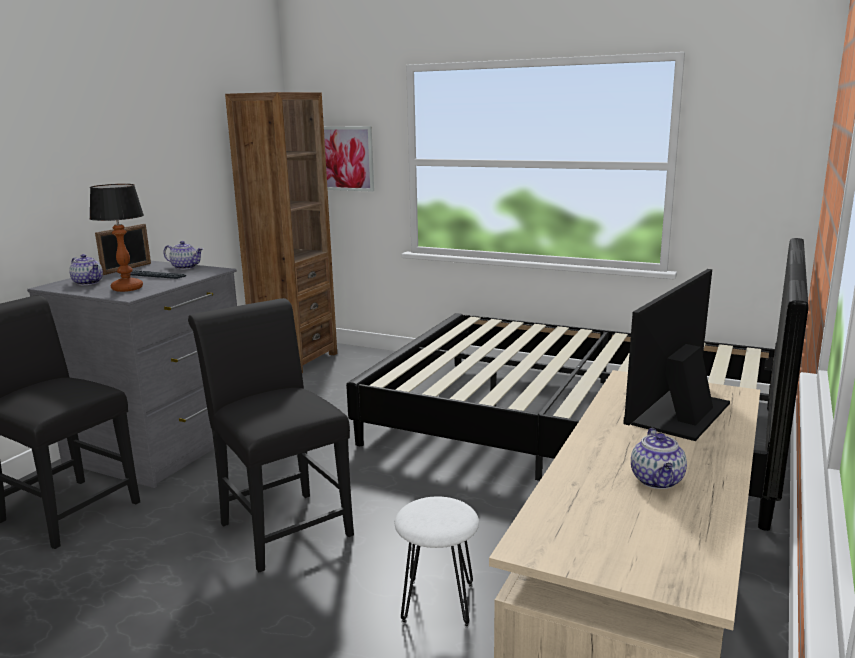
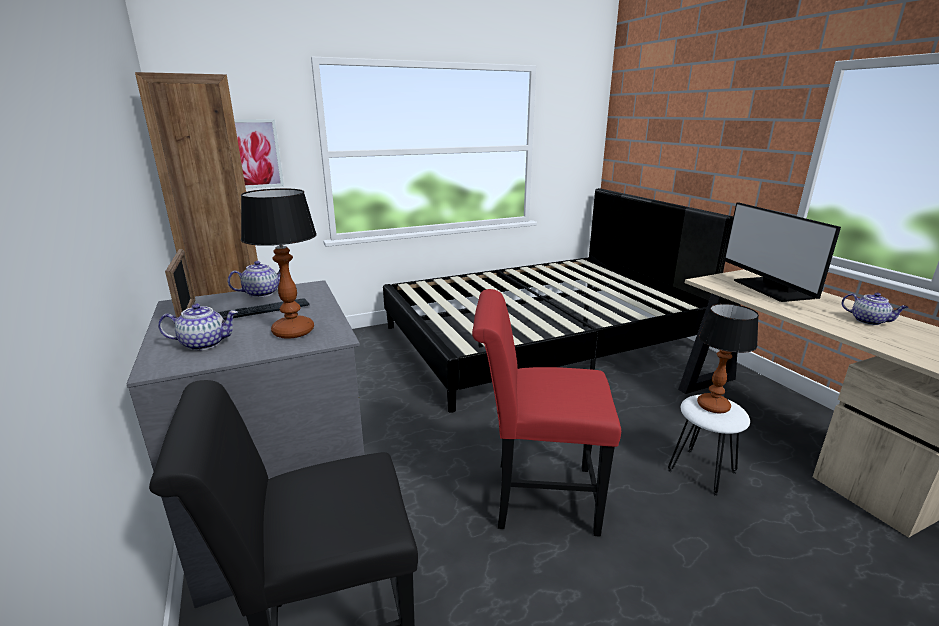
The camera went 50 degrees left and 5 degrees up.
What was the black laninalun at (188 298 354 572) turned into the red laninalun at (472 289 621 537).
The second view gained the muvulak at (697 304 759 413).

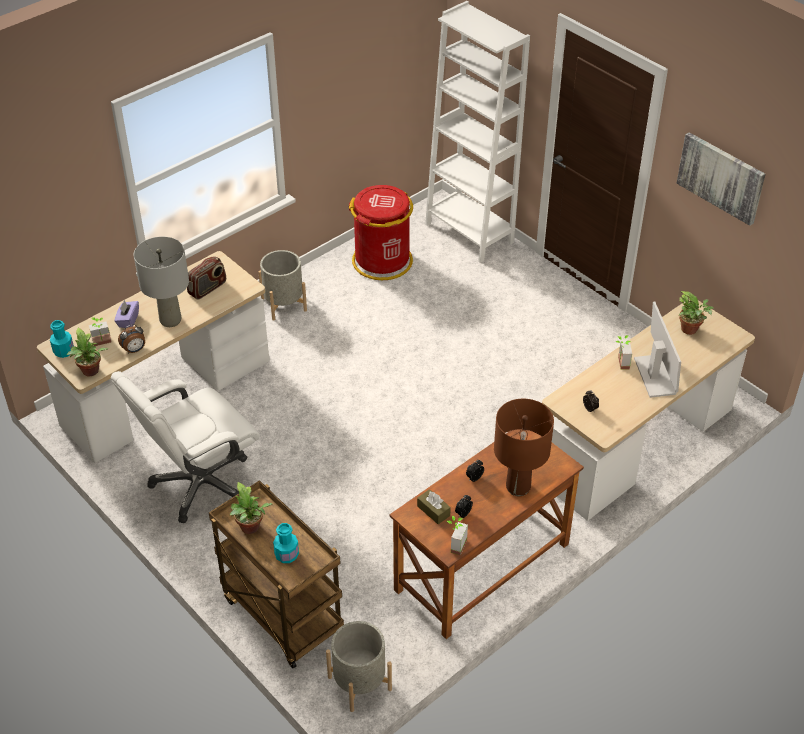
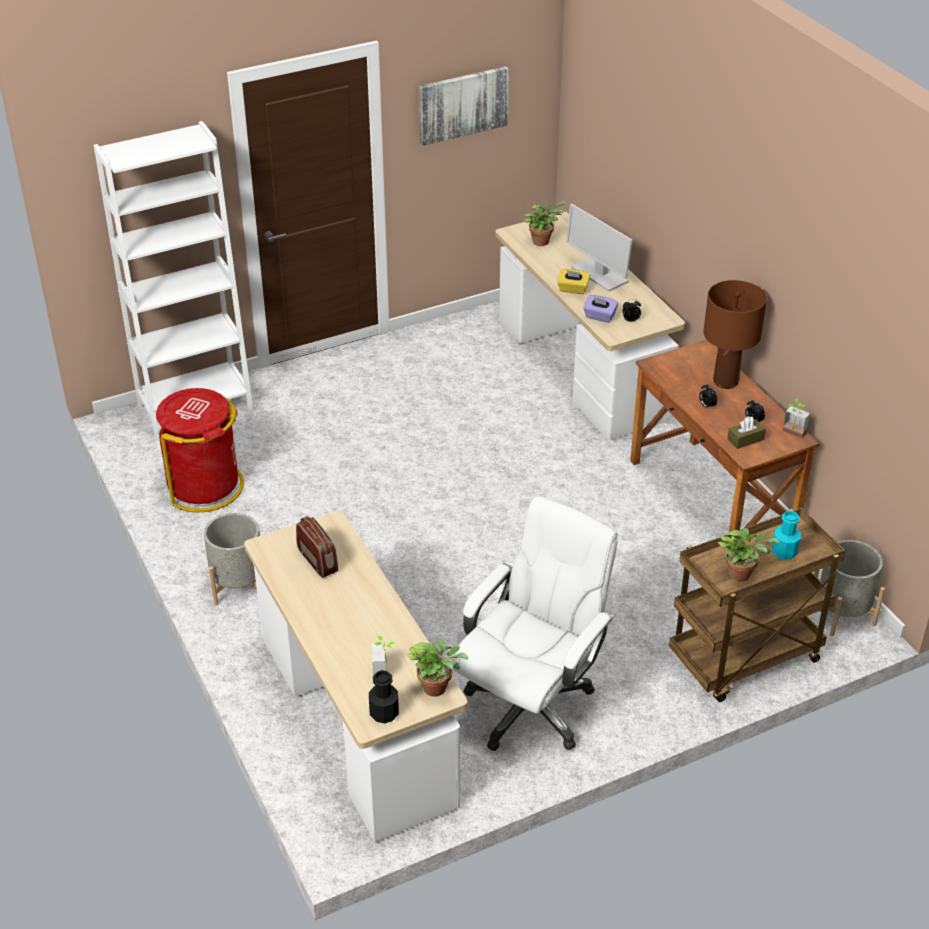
The camera went 75 degrees left and 5 degrees down.
The second view lost the grey muvulak at (134 237 189 327).
The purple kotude ended up elsewhere, having gone from (114 300 139 328) to (583 295 618 323).
The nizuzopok at (634 301 681 398) ended up facing another way, 135 degrees counterclockwise from before.
What was the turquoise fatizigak at (50 320 74 358) turned into the black fatizigak at (369 670 399 723).
The second view lost the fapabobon at (118 324 145 353).
Where the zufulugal stood at (616 335 632 370), the yellow kotude came to stand at (557 269 590 294).
The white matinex at (111 371 260 523) ended up facing another way, 120 degrees counterclockwise from before.

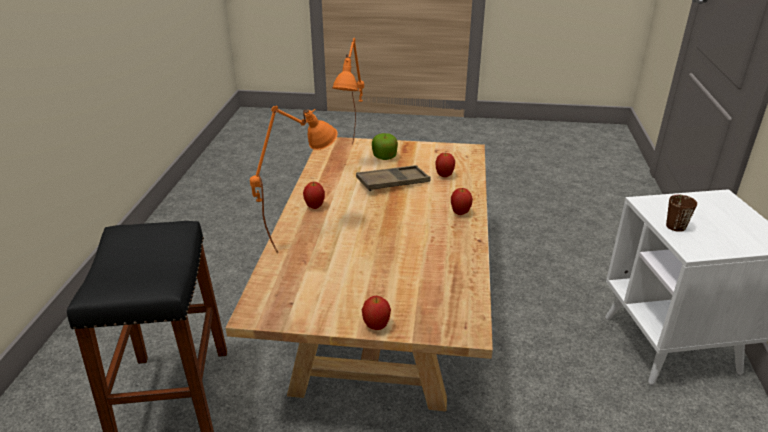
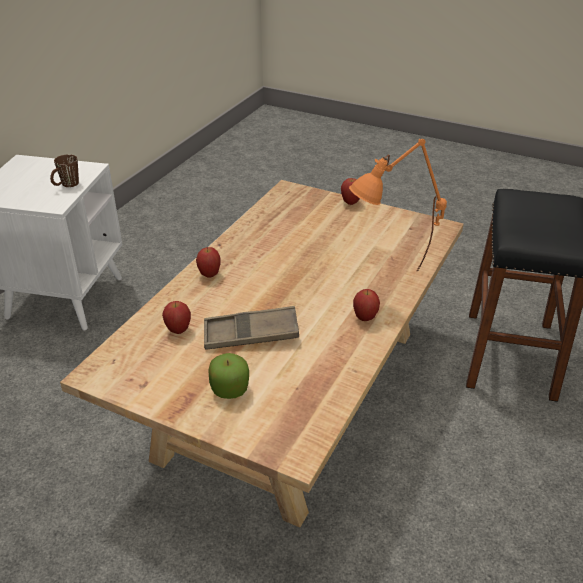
The camera went 160 degrees left and 5 degrees up.
The second view lost the orange muvulak at (332 38 364 144).

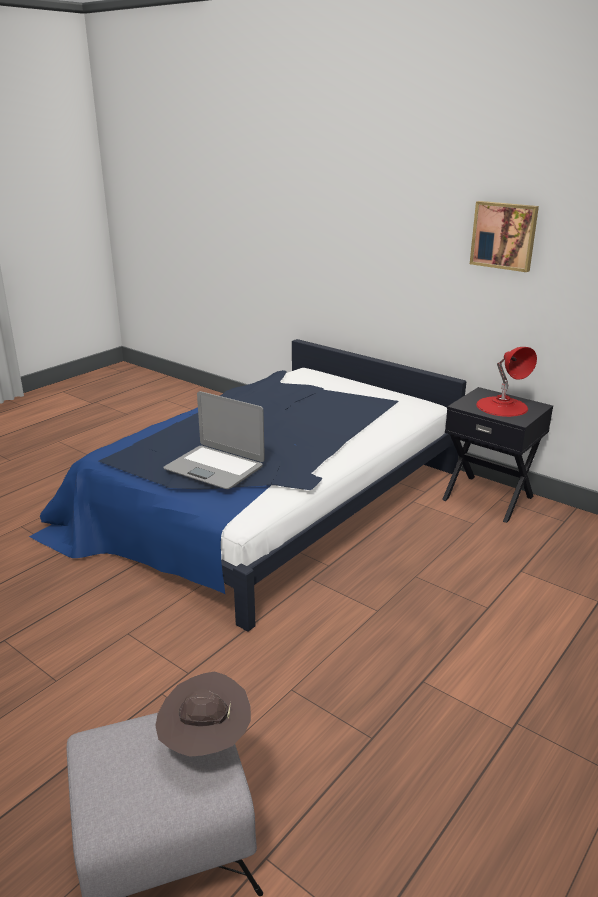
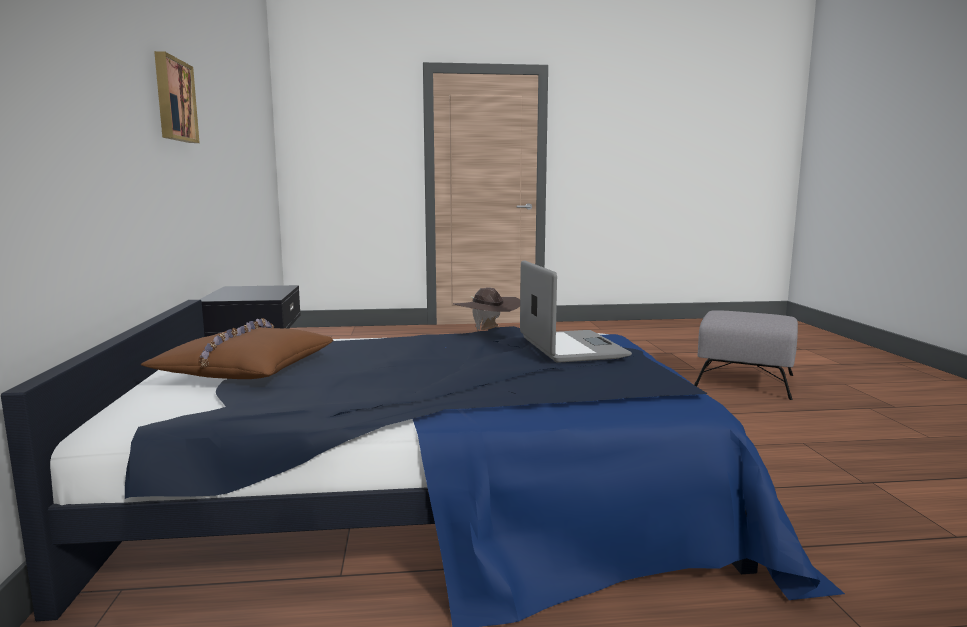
The camera went 135 degrees left and 15 degrees down.
The second view lost the red muvulak at (476 347 537 417).
The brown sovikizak ended up elsewhere, having gone from (155 671 251 757) to (453 287 520 330).
The second view gained the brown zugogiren at (141 318 334 379).

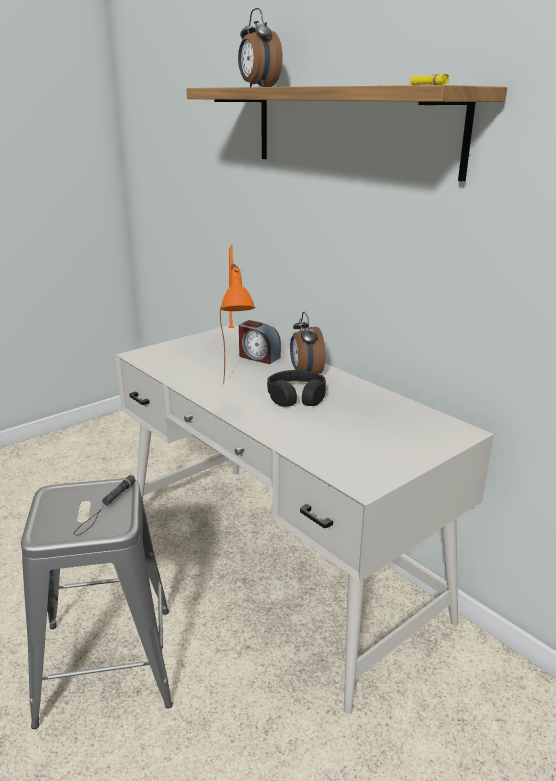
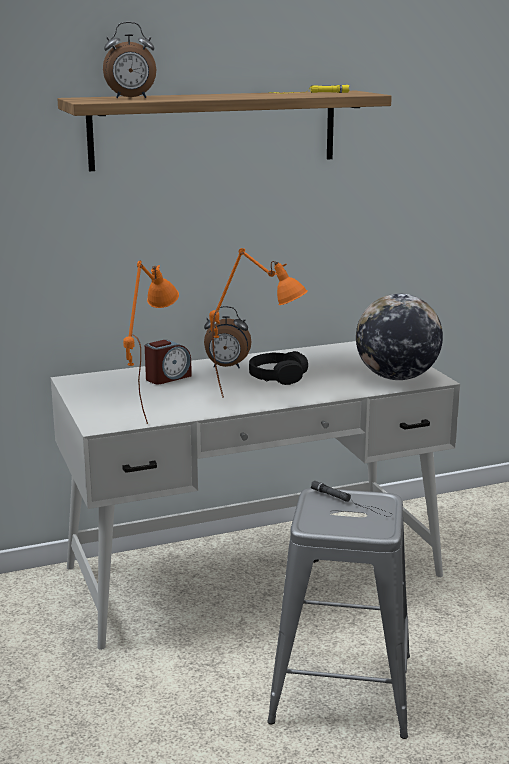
The camera went 70 degrees left and 5 degrees down.
The second view gained the orange muvulak at (123 260 179 424).
The second view gained the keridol at (356 293 443 380).

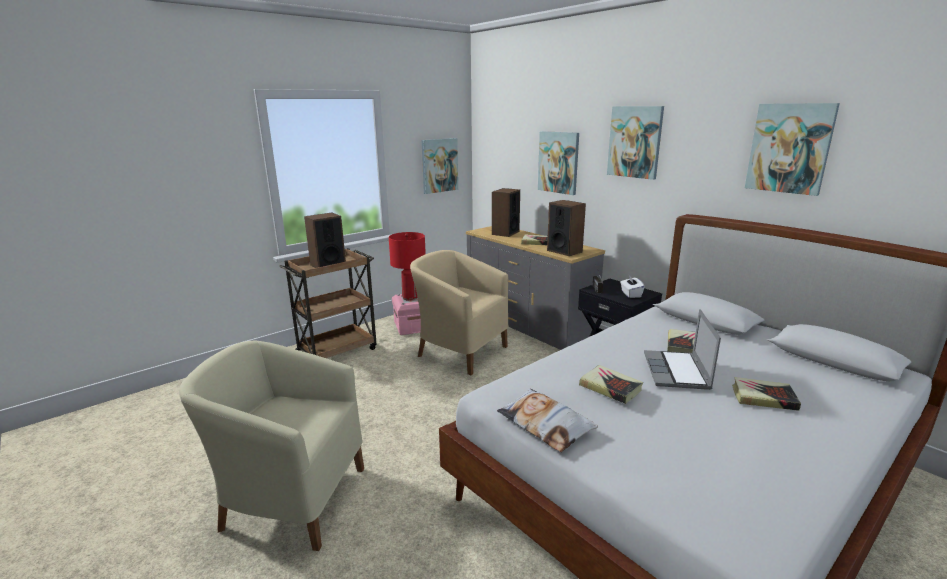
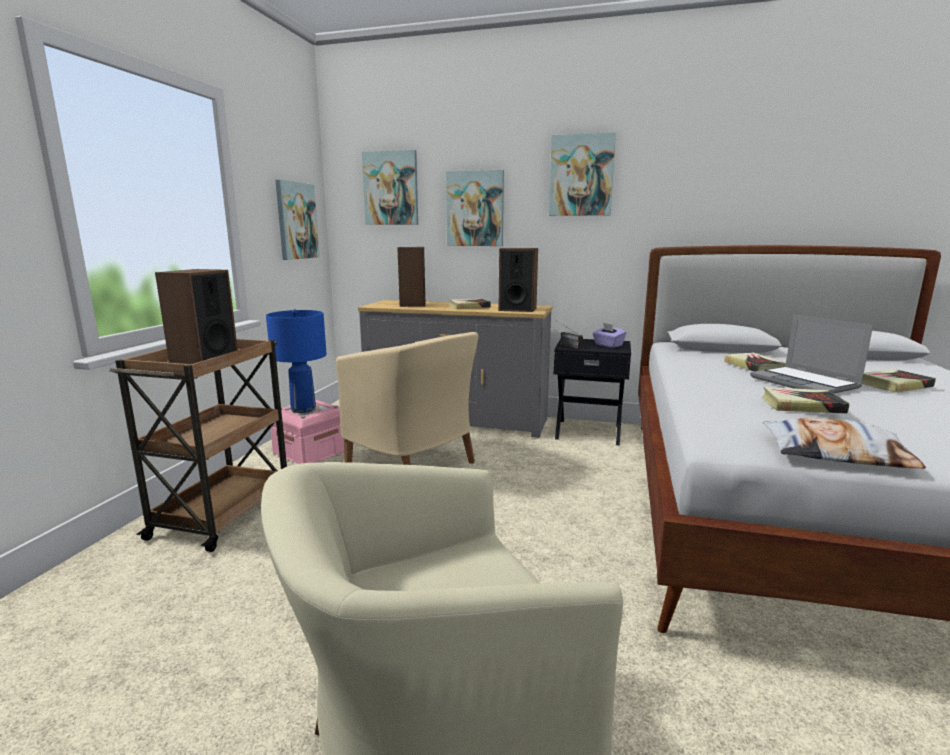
The camera went 35 degrees left and 5 degrees down.
The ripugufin ended up elsewhere, having gone from (745 103 840 196) to (362 150 418 225).
What was the red muvulak at (389 232 426 301) turned into the blue muvulak at (266 309 327 413).
The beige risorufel at (410 250 508 375) ended up facing another way, 135 degrees counterclockwise from before.
What was the white kotude at (620 275 644 298) turned into the purple kotude at (593 323 626 348).

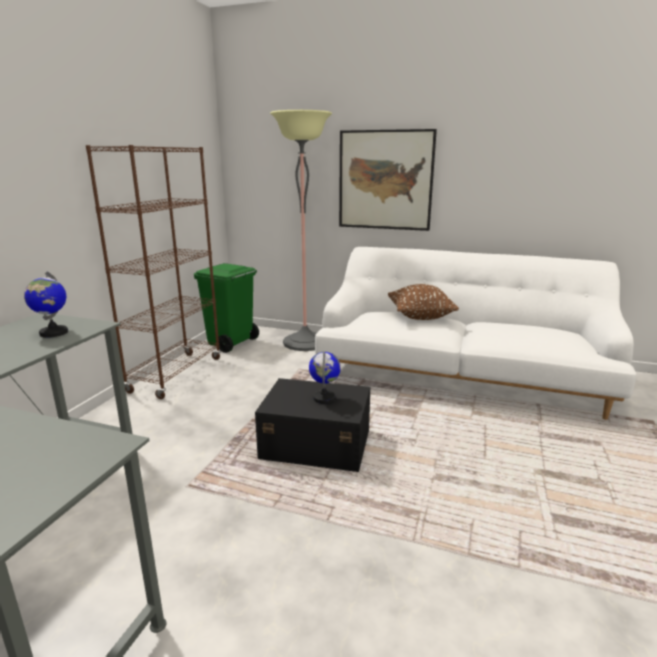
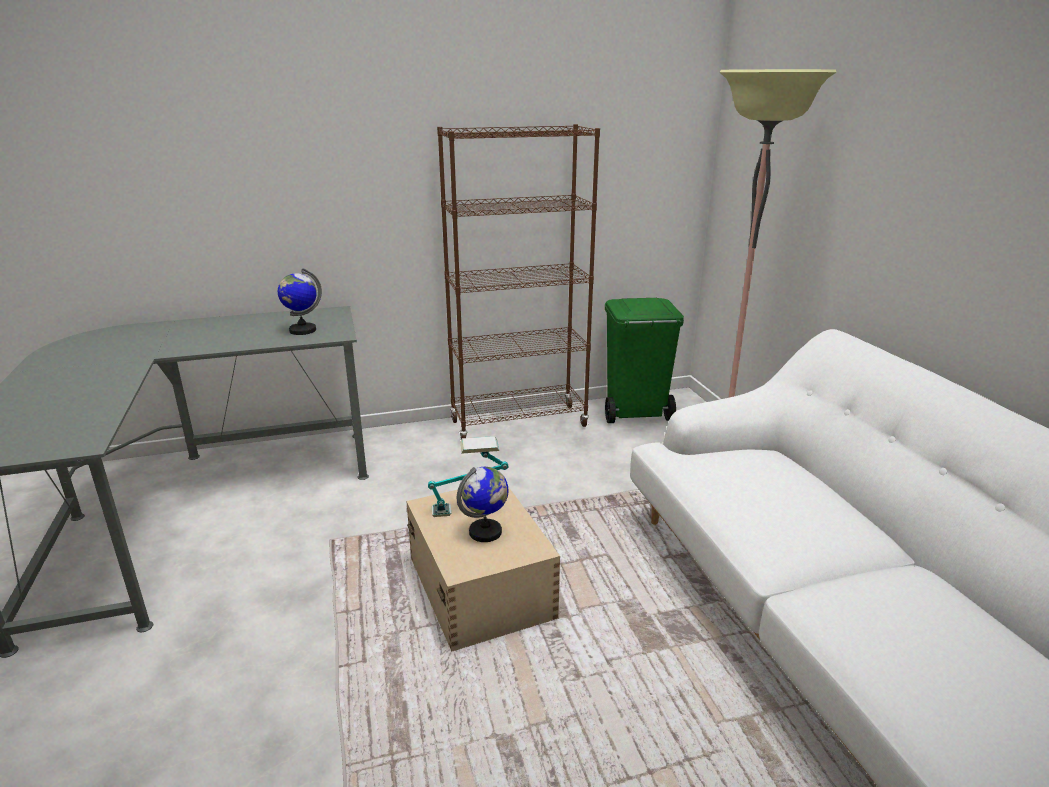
The camera went 55 degrees right and 5 degrees up.
The second view lost the ripugufin at (339 129 437 231).
The second view lost the brown zugogiren at (388 284 459 320).
What was the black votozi at (255 378 371 472) turned into the beige votozi at (406 487 560 652).
The second view gained the muvulak at (428 436 509 517).

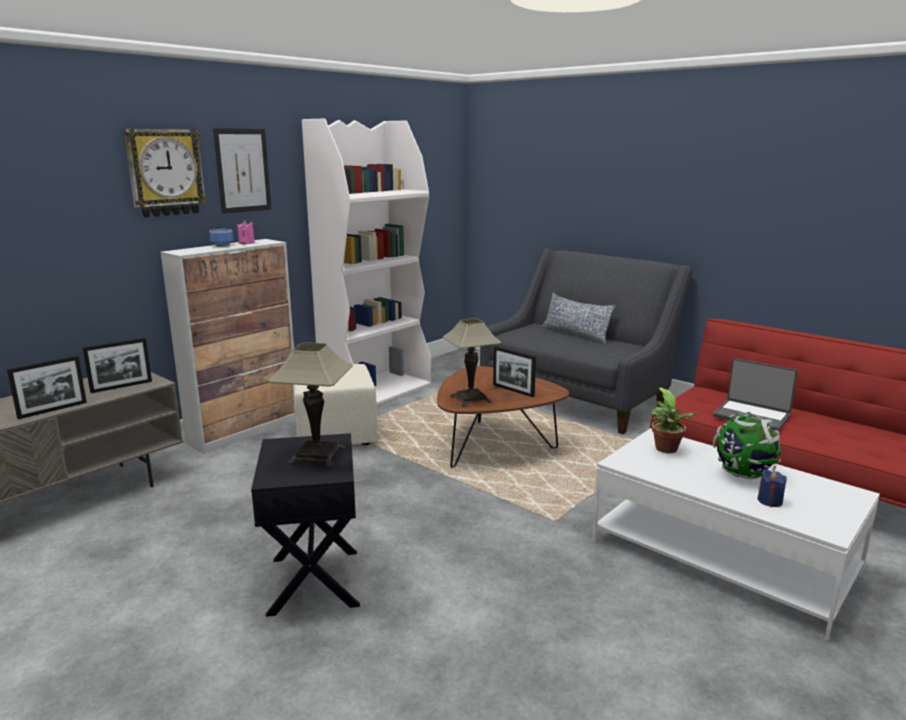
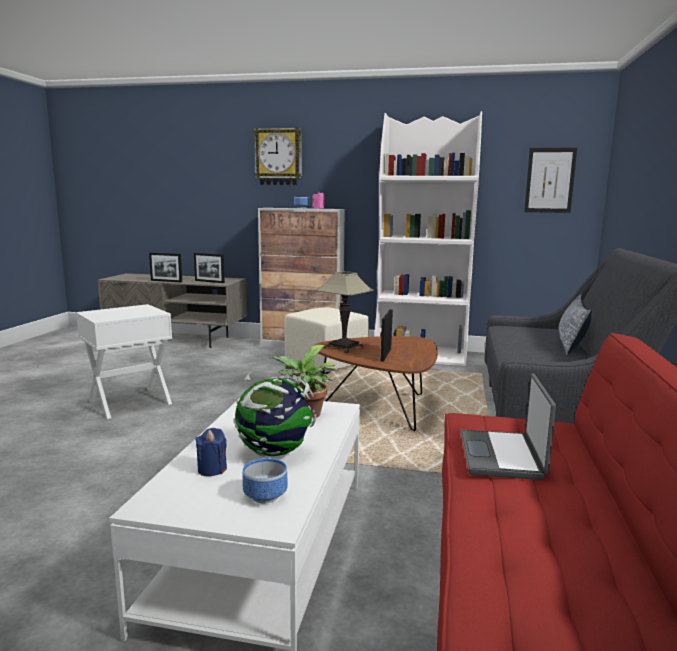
The camera went 60 degrees right and 5 degrees down.
The ripugufin ended up elsewhere, having gone from (213 128 271 214) to (524 148 577 213).
The second view lost the muvulak at (268 342 353 467).
What was the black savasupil at (251 433 360 617) turned into the white savasupil at (76 304 172 419).
The second view gained the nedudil at (243 458 288 503).

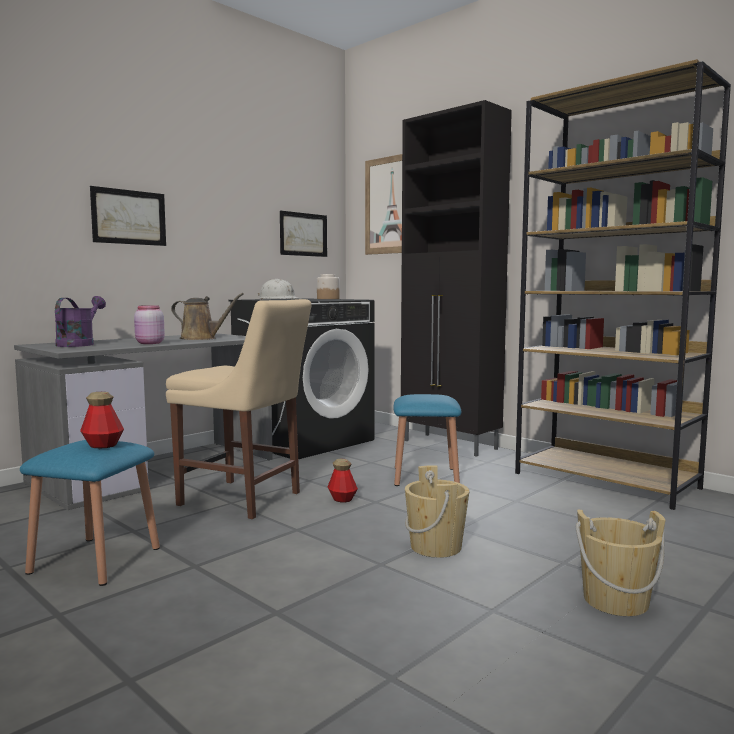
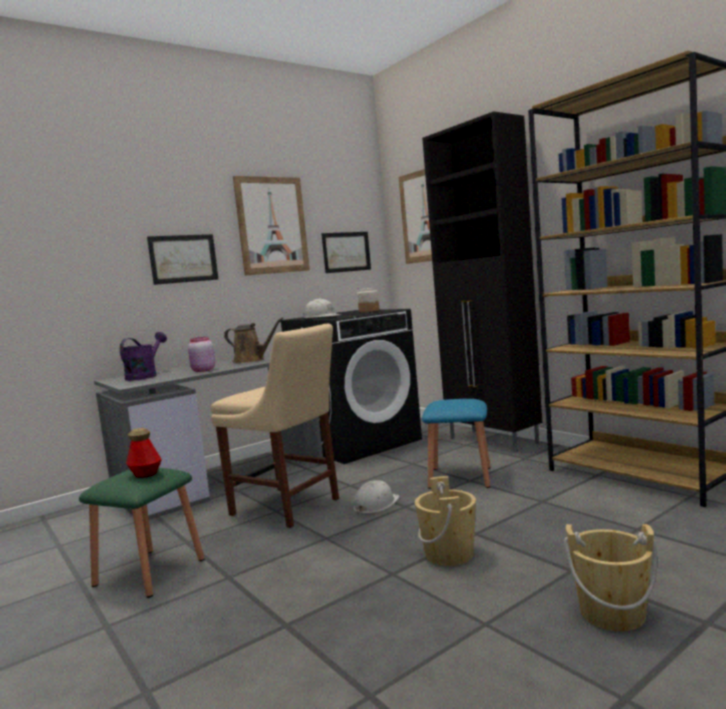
The camera went 10 degrees right and 0 degrees up.
What was the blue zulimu at (20 440 160 586) turned into the green zulimu at (79 468 205 598).
Where the fatizigak stood at (328 459 358 503), the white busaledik came to stand at (353 480 400 515).
The second view gained the ripugufin at (233 176 310 276).

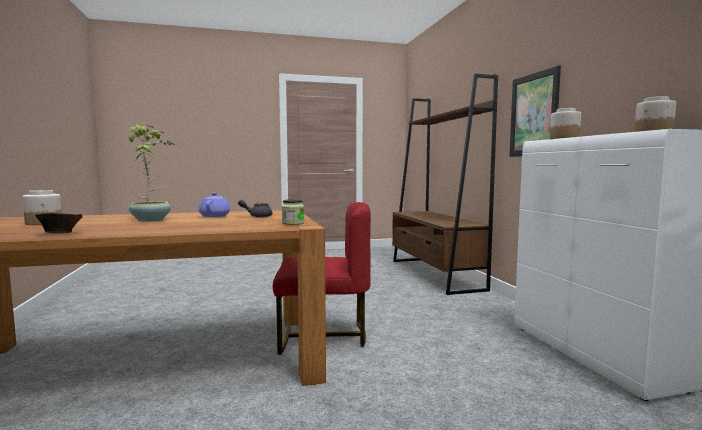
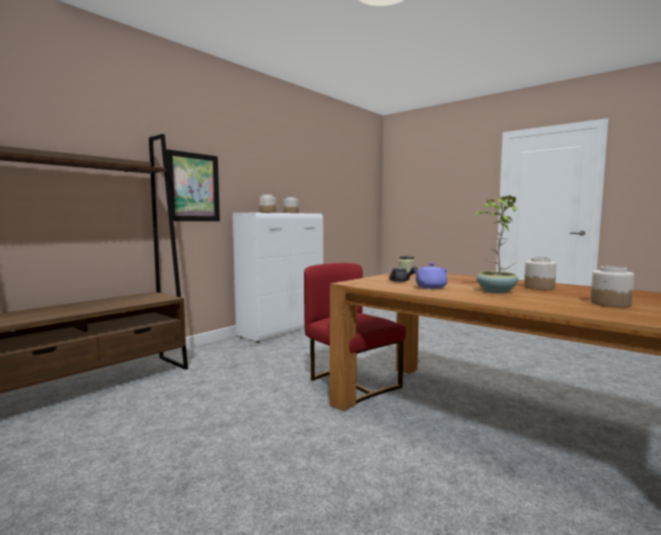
The camera went 125 degrees left and 0 degrees up.
The second view lost the brown nedudil at (35 213 82 233).
The second view gained the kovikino at (524 257 557 290).

